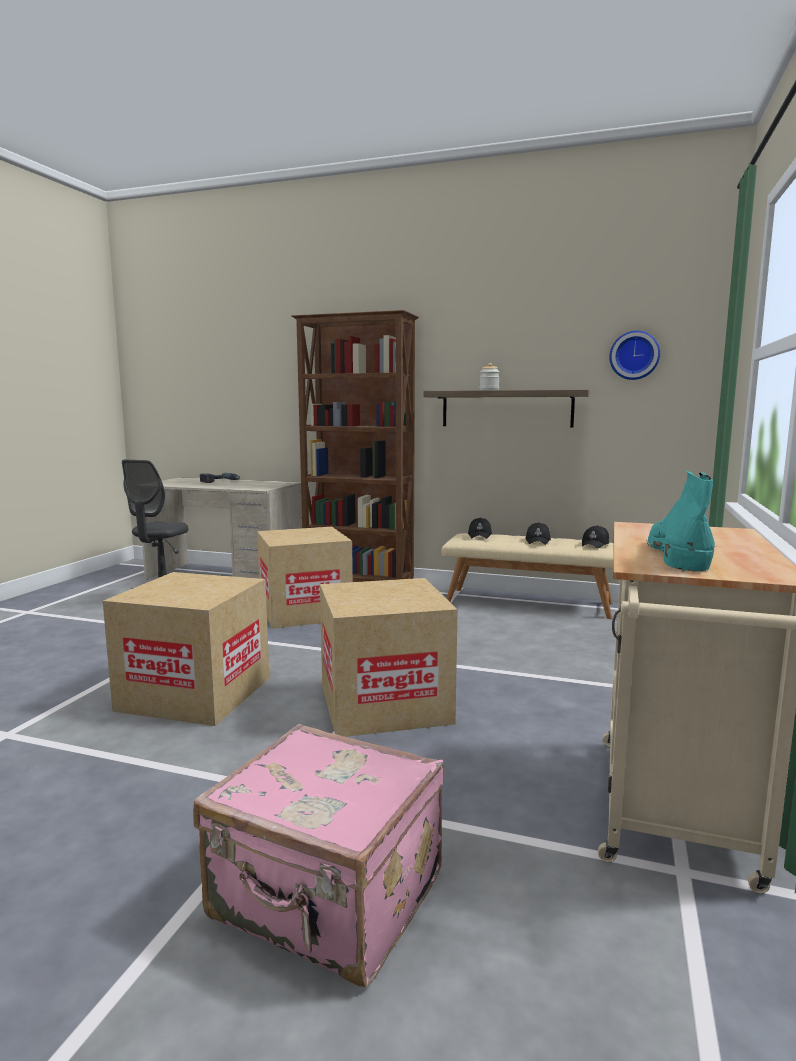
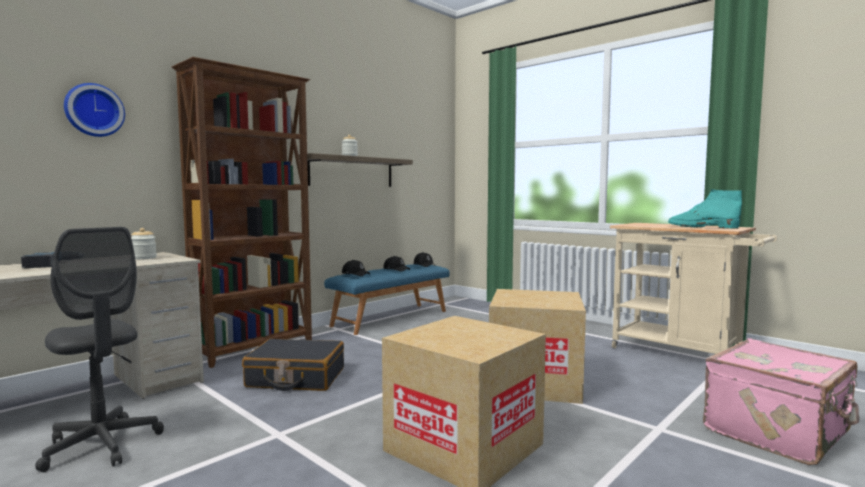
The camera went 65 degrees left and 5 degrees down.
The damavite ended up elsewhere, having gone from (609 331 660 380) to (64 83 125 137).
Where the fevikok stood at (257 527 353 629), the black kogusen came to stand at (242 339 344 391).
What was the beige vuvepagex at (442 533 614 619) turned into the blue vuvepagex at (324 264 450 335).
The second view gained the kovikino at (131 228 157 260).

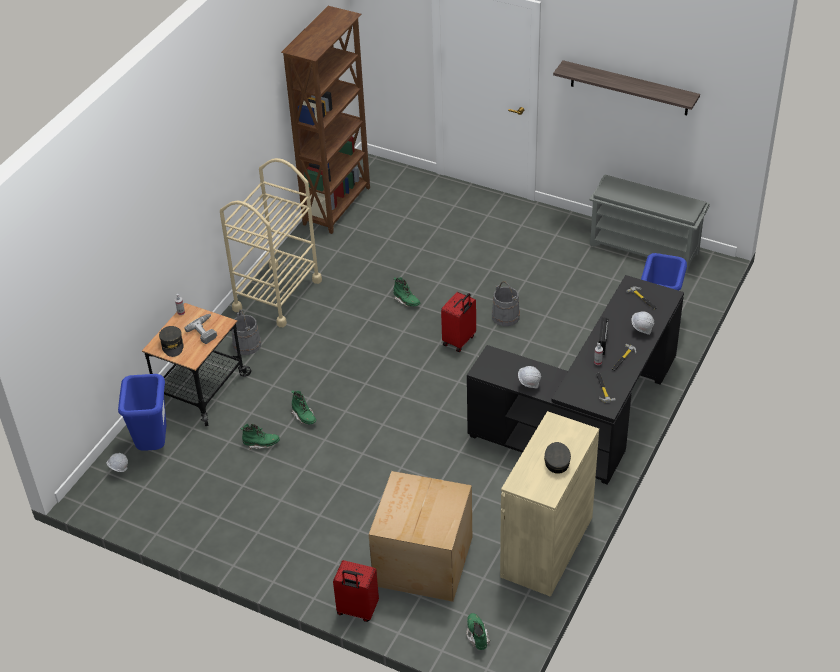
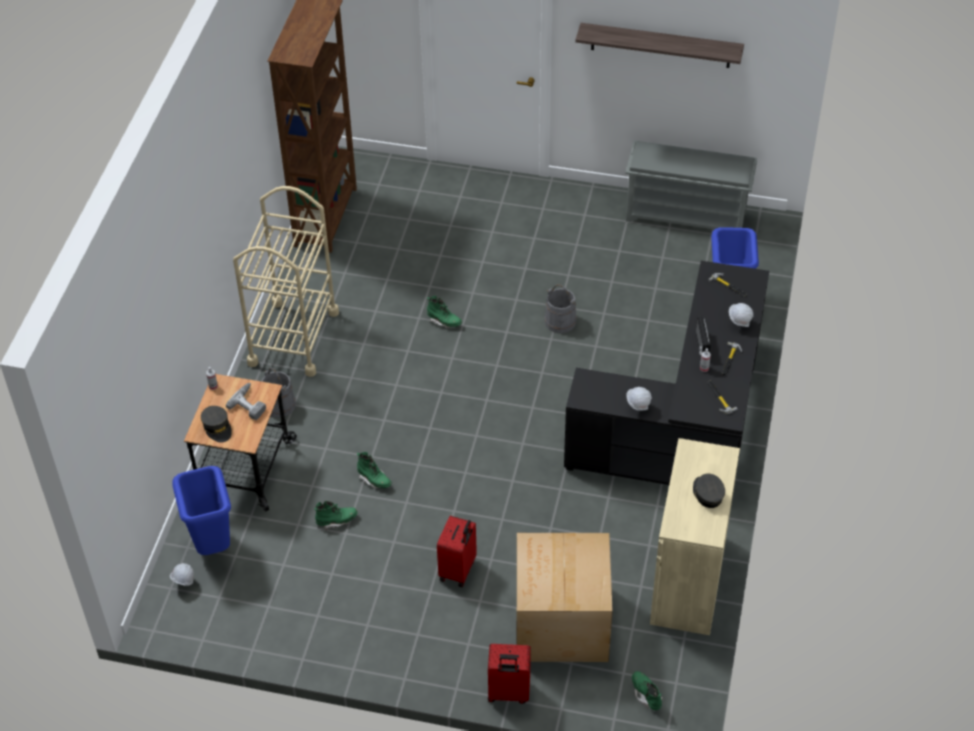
The camera went 15 degrees left and 5 degrees up.
The red kogusen ended up elsewhere, having gone from (441 292 476 352) to (437 516 477 587).

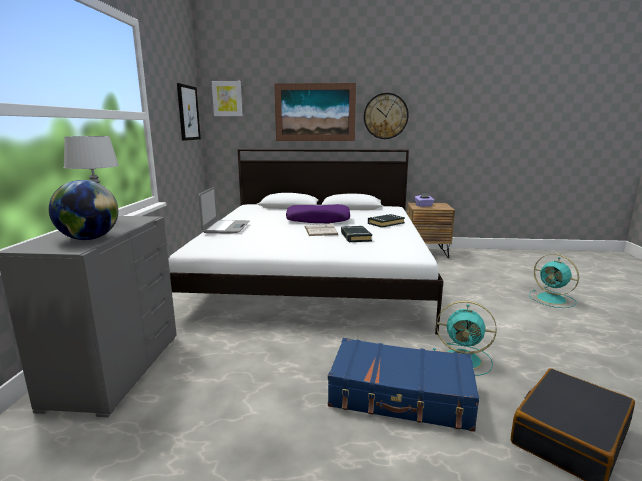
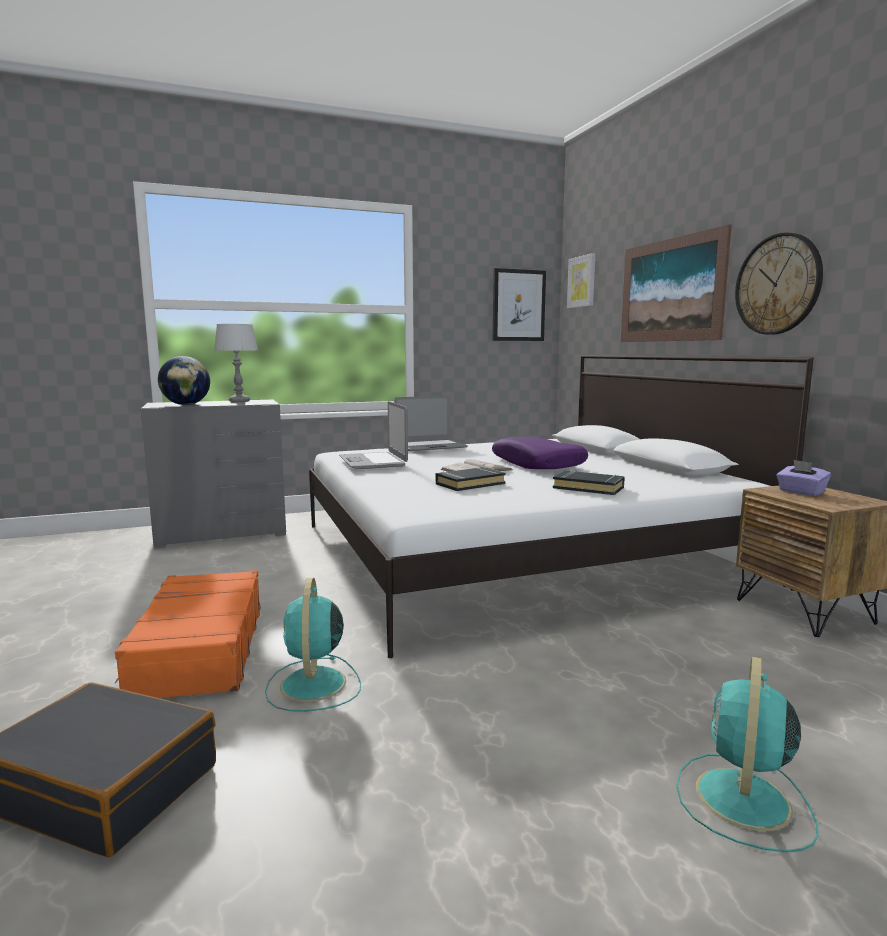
The camera went 65 degrees right and 5 degrees down.
What was the blue kogusen at (328 338 479 432) turned into the orange kogusen at (115 570 261 698).
The second view gained the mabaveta at (339 401 408 469).

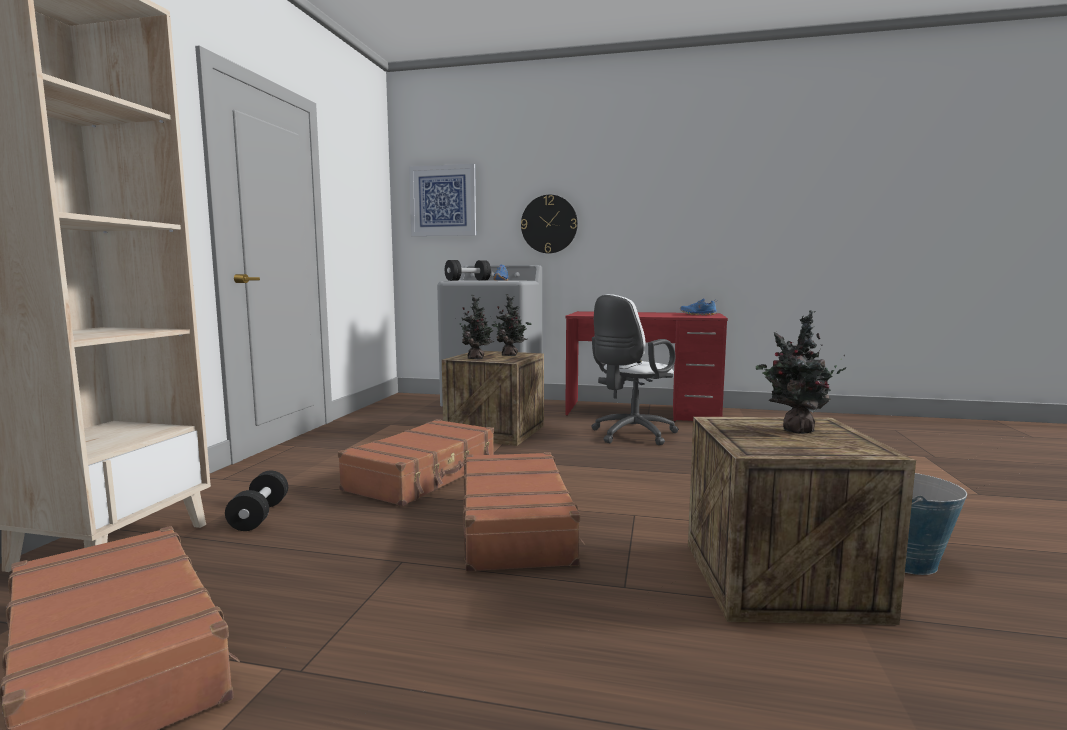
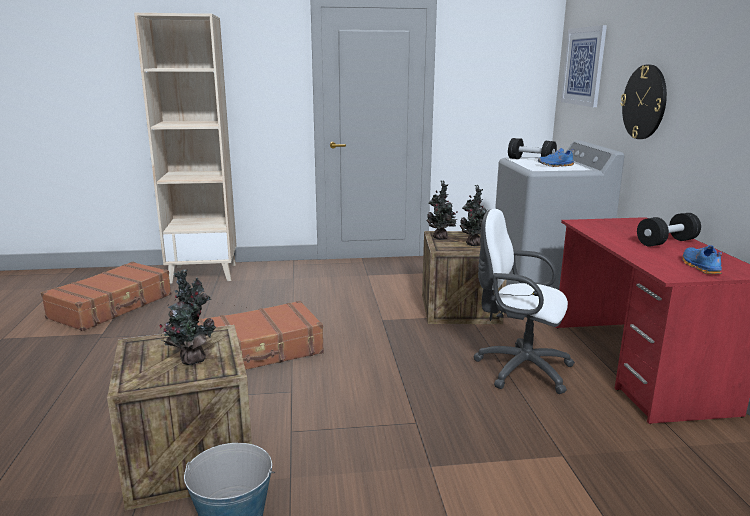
The camera went 70 degrees right and 10 degrees up.
The second view lost the brown kogusen at (338 419 494 506).
The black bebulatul ended up elsewhere, having gone from (225 471 288 531) to (637 213 701 247).

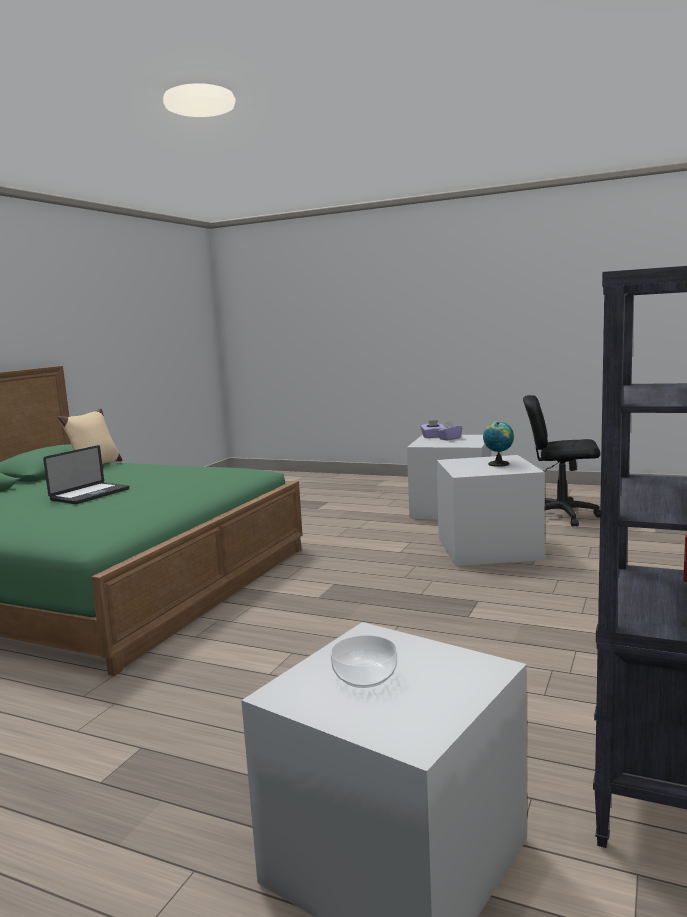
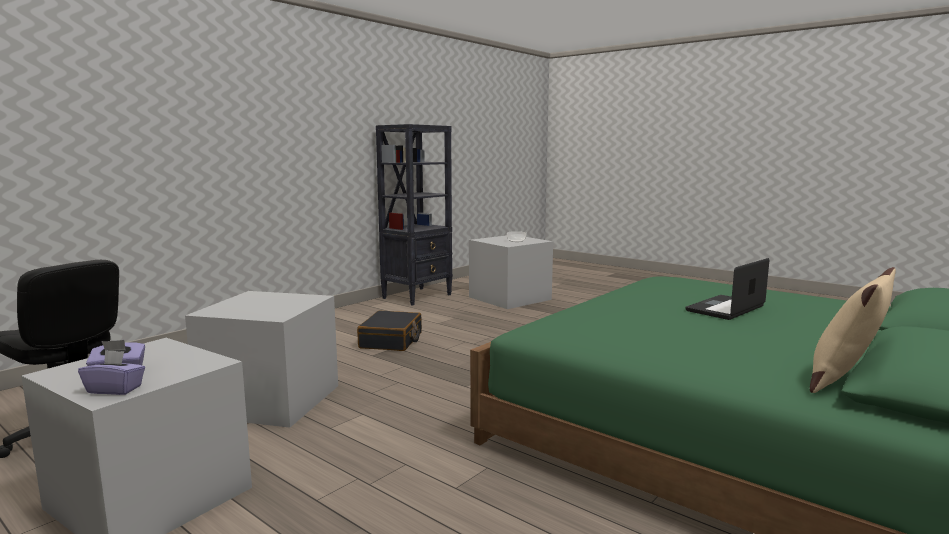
The camera went 165 degrees left and 0 degrees up.
The second view lost the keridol at (483 421 514 467).
The second view gained the black kogusen at (357 310 422 351).

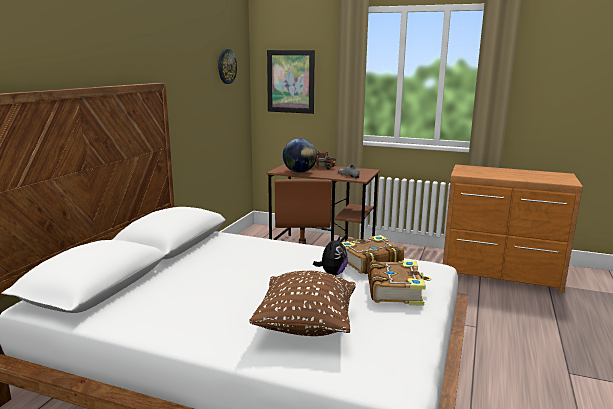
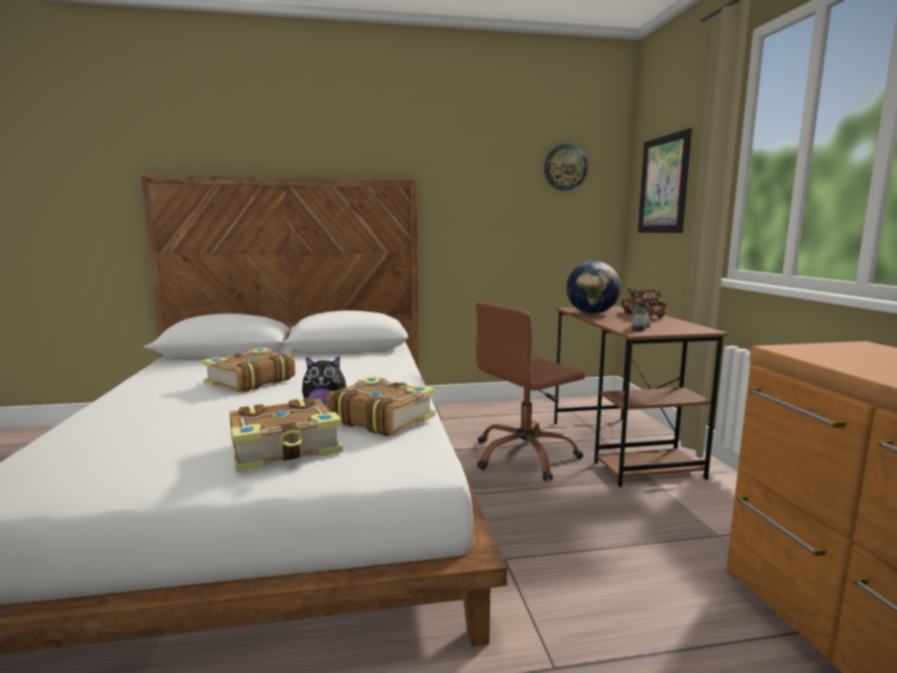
The camera went 60 degrees right and 5 degrees down.
The second view lost the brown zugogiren at (249 271 356 336).
The second view gained the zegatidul at (202 348 295 392).

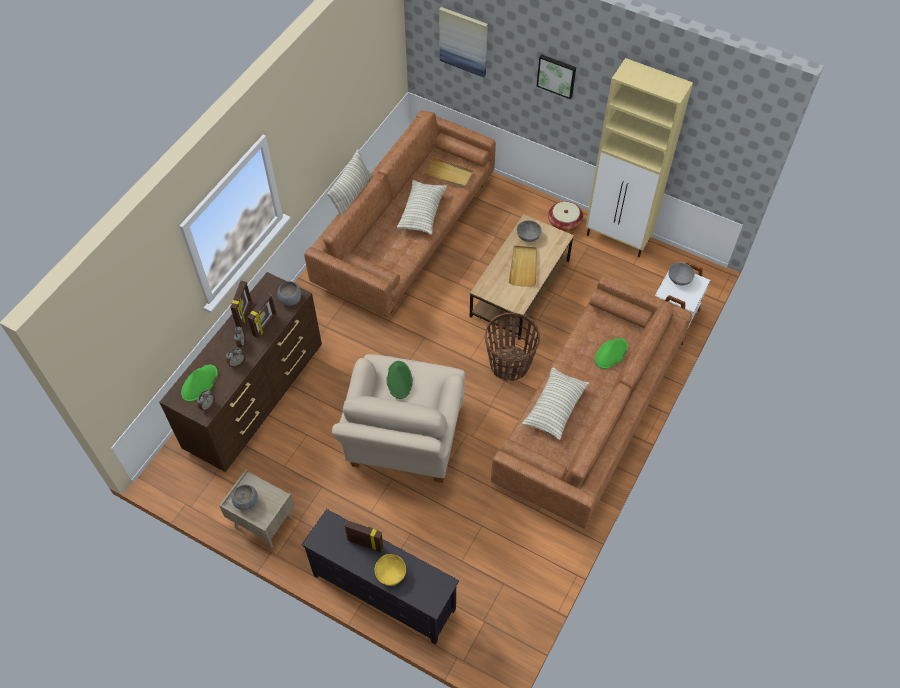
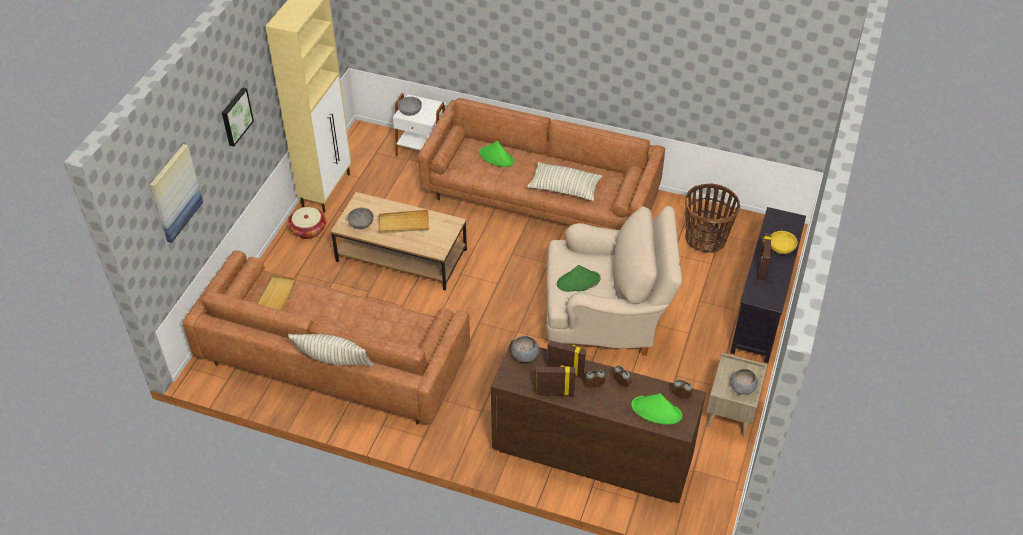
The camera went 100 degrees left and 10 degrees down.
The second view lost the zugogiren at (397 180 447 235).
The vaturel ended up elsewhere, having gone from (485 313 540 381) to (685 184 740 253).

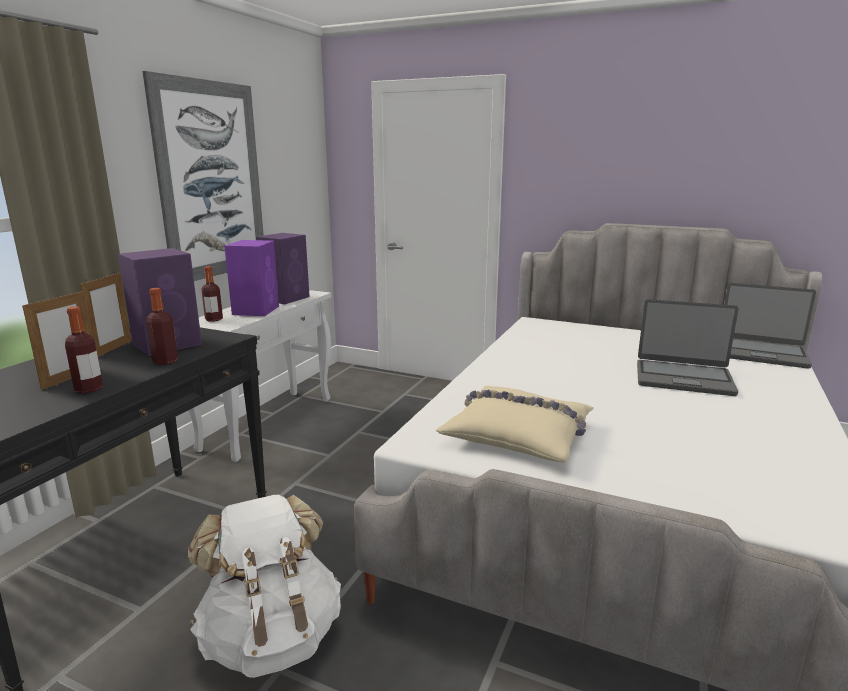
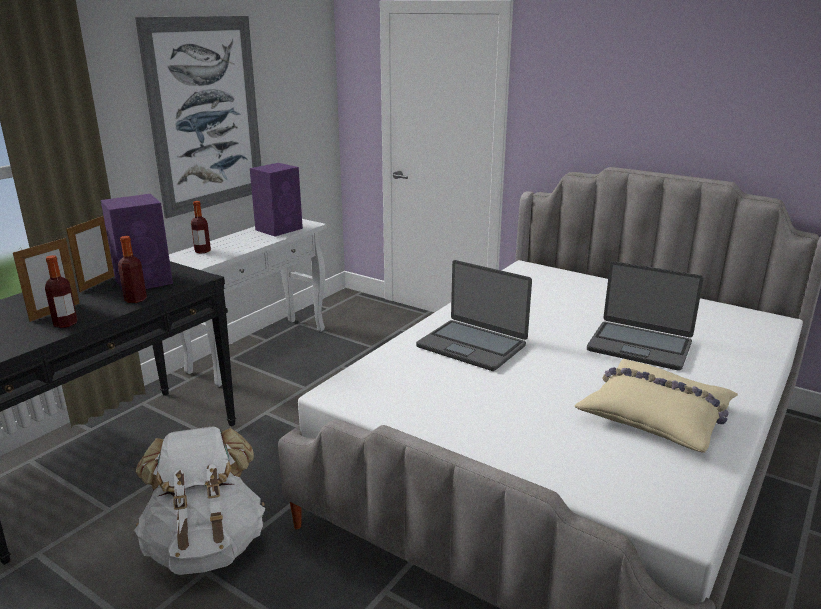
The camera went 10 degrees right and 5 degrees up.
The second view lost the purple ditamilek at (224 240 279 316).
The mabaveta ended up elsewhere, having gone from (724 283 816 369) to (416 260 532 371).
The beige zugogiren ended up elsewhere, having gone from (436 386 594 462) to (574 359 738 453).

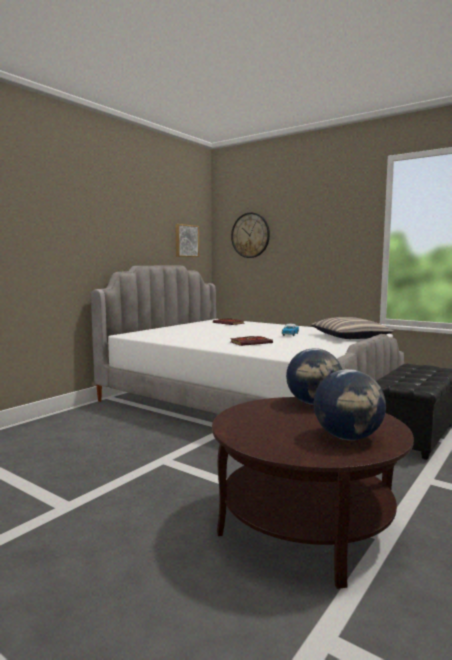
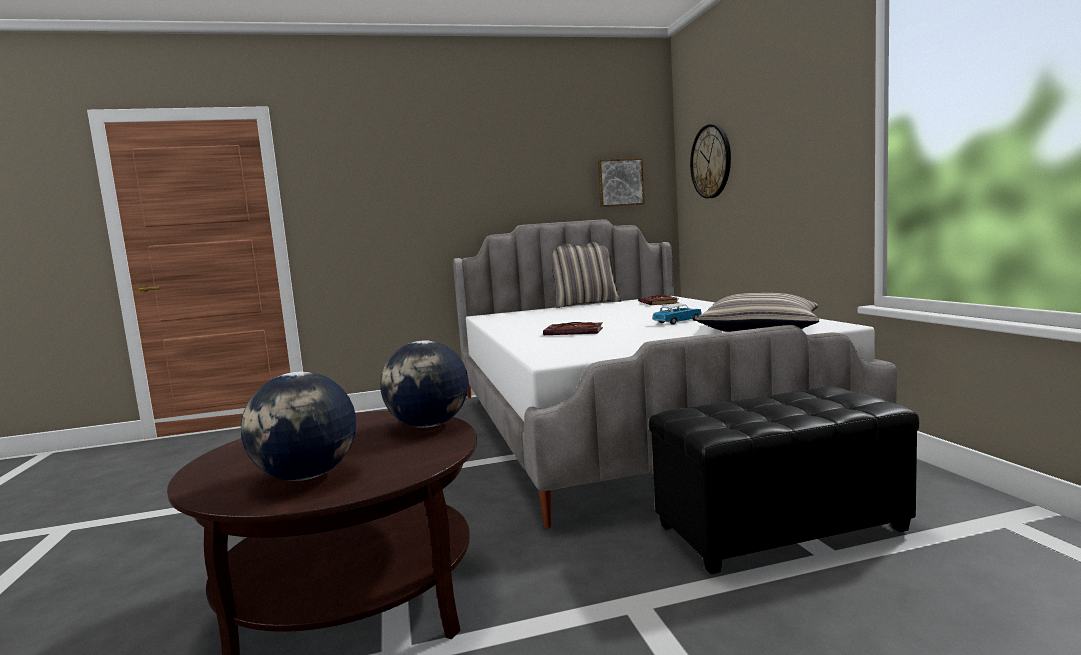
The camera went 40 degrees right and 0 degrees up.
The second view gained the zugogiren at (551 242 622 308).

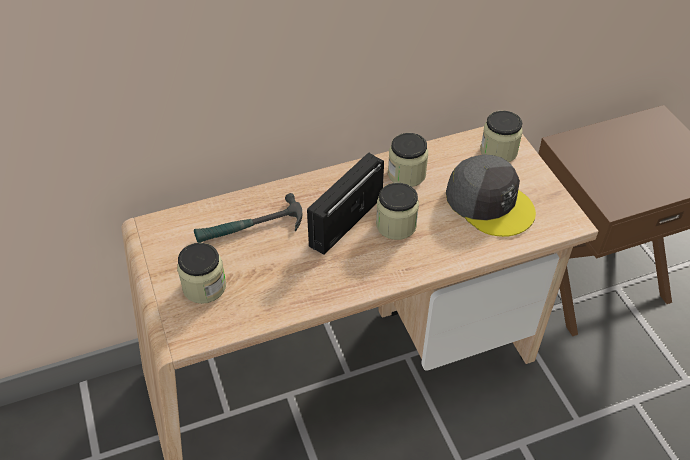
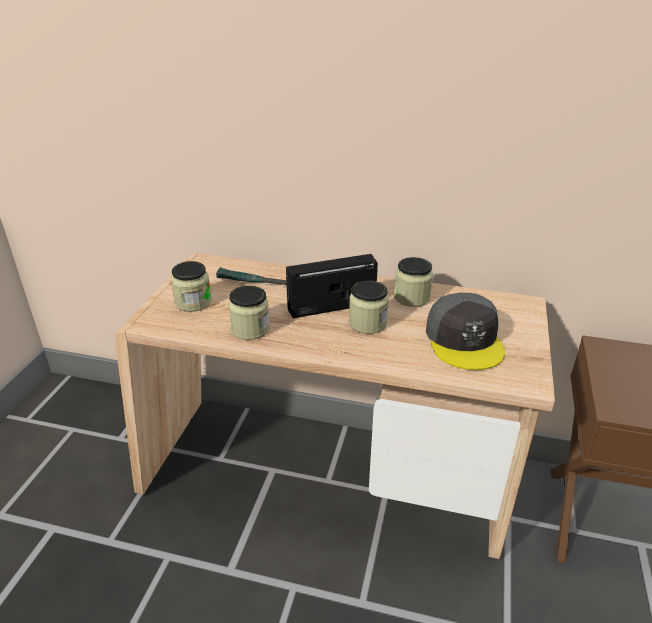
The camera went 35 degrees right and 15 degrees down.
The kovikino ended up elsewhere, having gone from (480 111 523 162) to (229 286 270 340).

